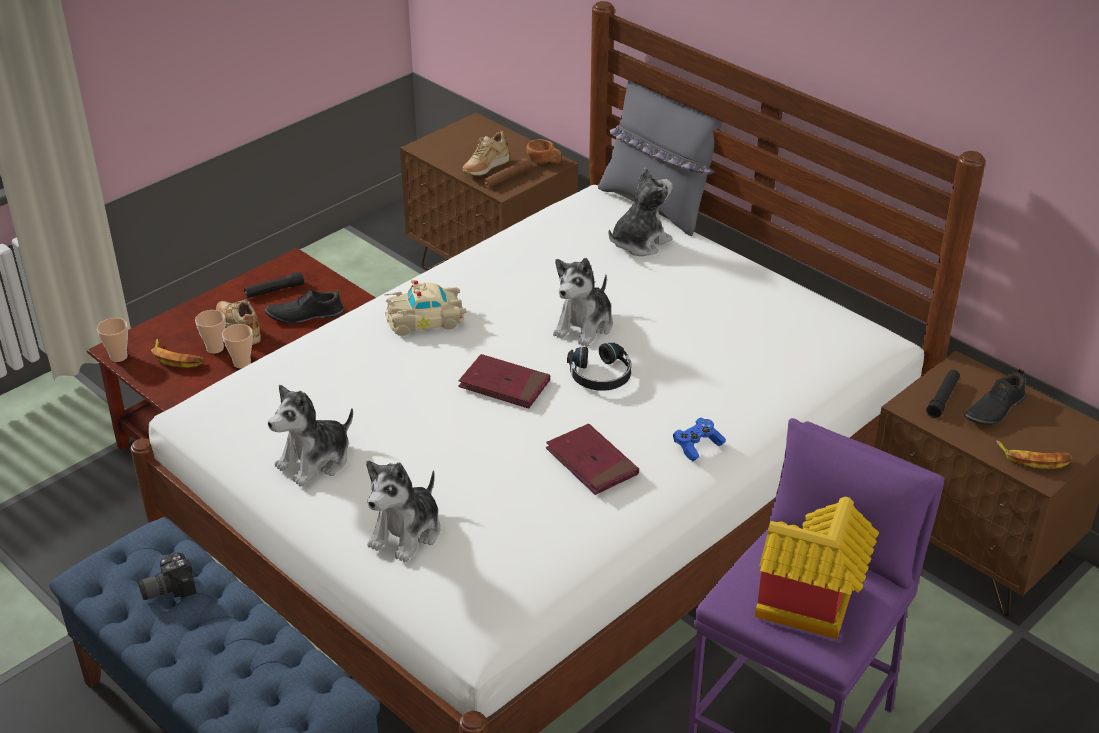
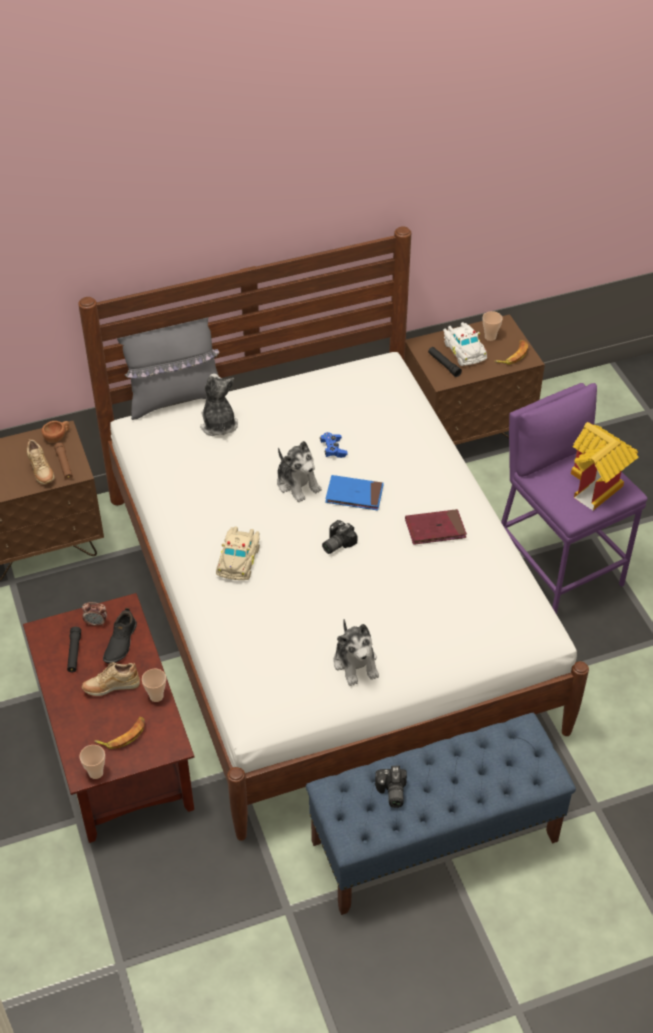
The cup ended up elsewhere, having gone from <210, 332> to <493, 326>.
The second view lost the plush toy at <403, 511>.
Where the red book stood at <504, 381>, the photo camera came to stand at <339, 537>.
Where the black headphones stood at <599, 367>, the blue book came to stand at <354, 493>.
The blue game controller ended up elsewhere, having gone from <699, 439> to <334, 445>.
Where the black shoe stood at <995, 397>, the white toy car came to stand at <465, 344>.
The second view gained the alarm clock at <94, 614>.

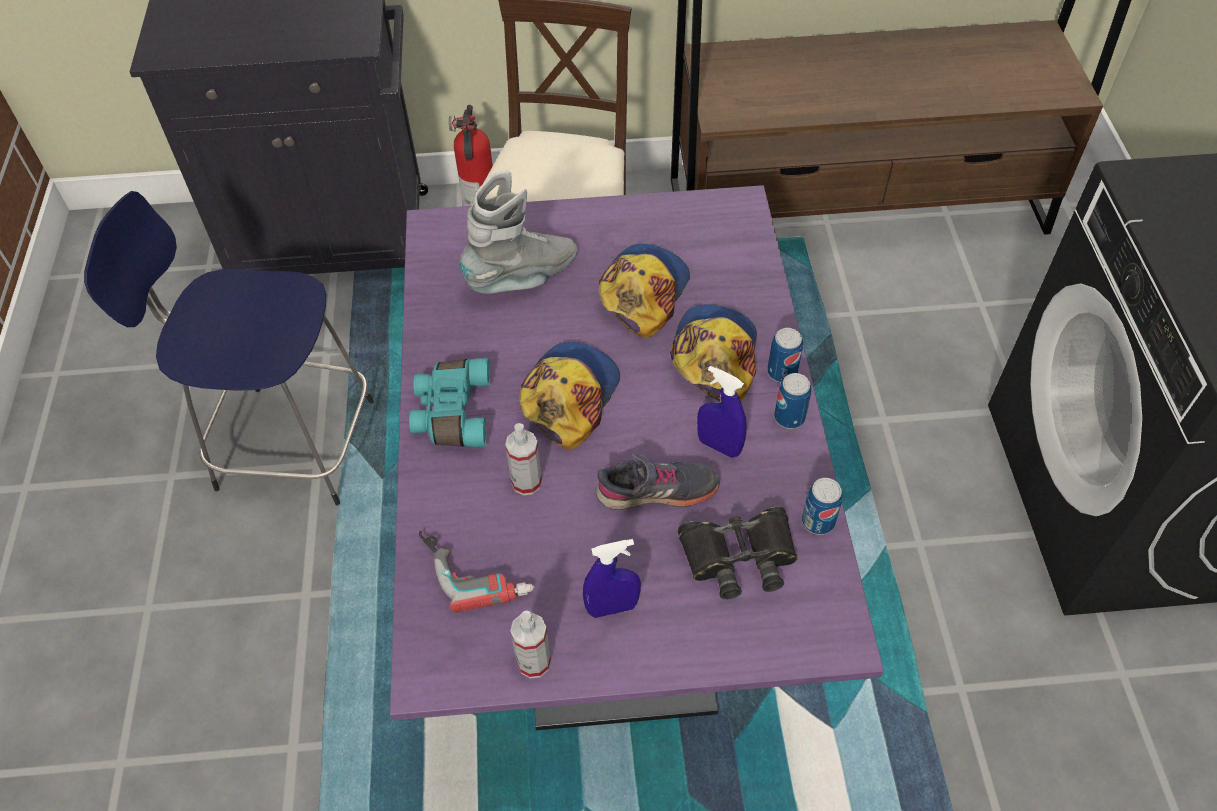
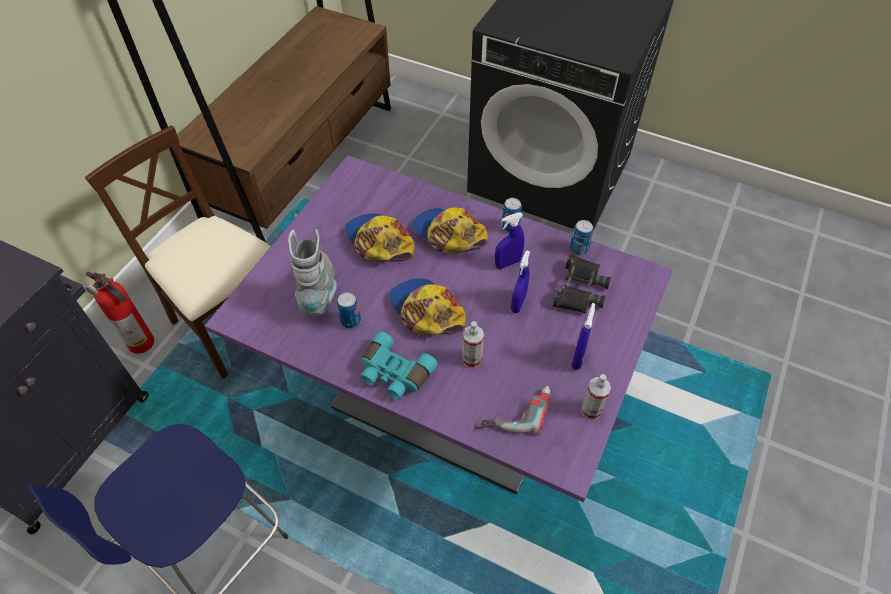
Where the grey shoe stood at <658, 482>, the blue spray bottle came to stand at <520, 281>.
The can ended up elsewhere, having gone from <785, 355> to <349, 310>.

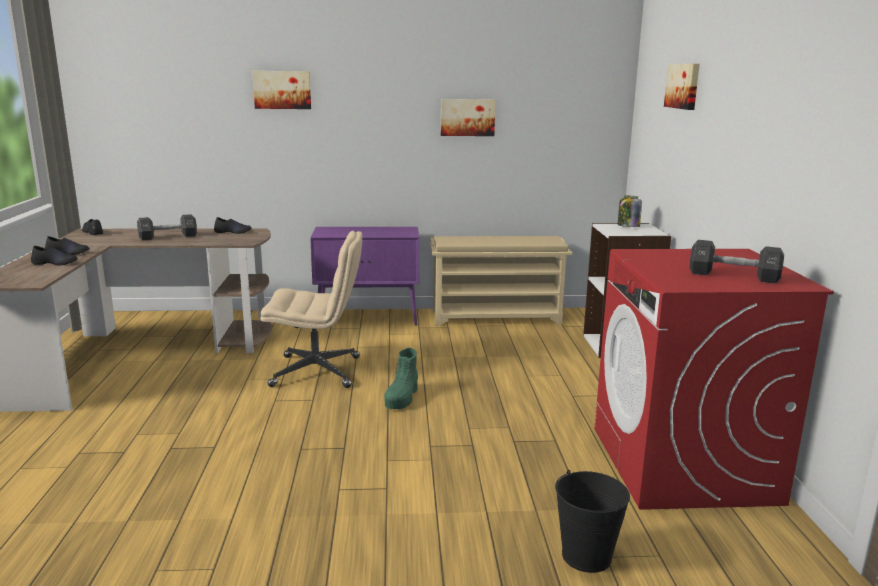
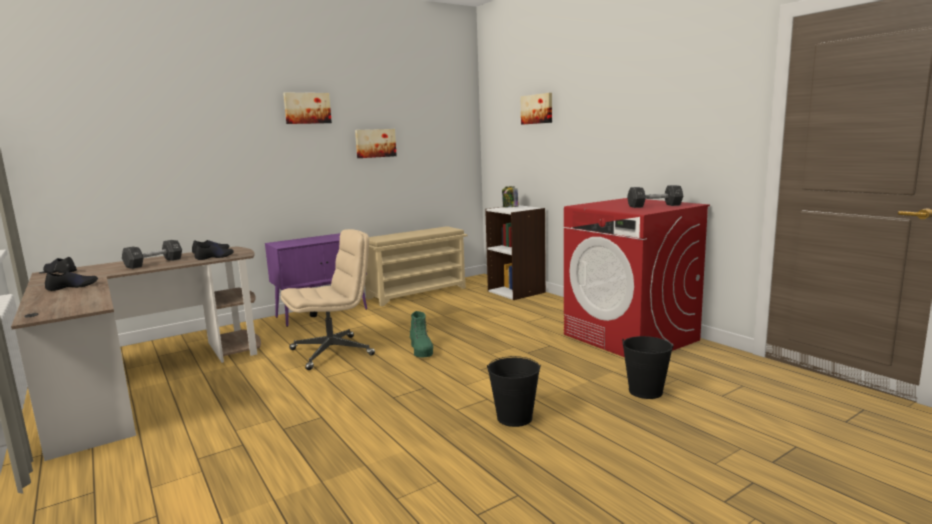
The black shoe ended up elsewhere, having gone from <54, 255> to <214, 252>.
The picture ended up elsewhere, having gone from <281, 90> to <307, 108>.
The second view gained the black bucket at <514, 391>.

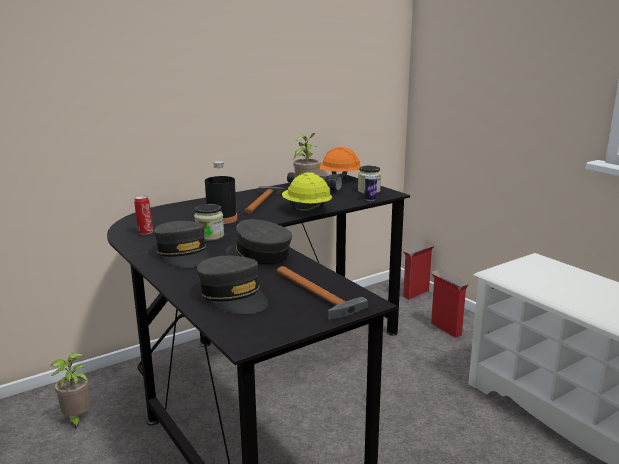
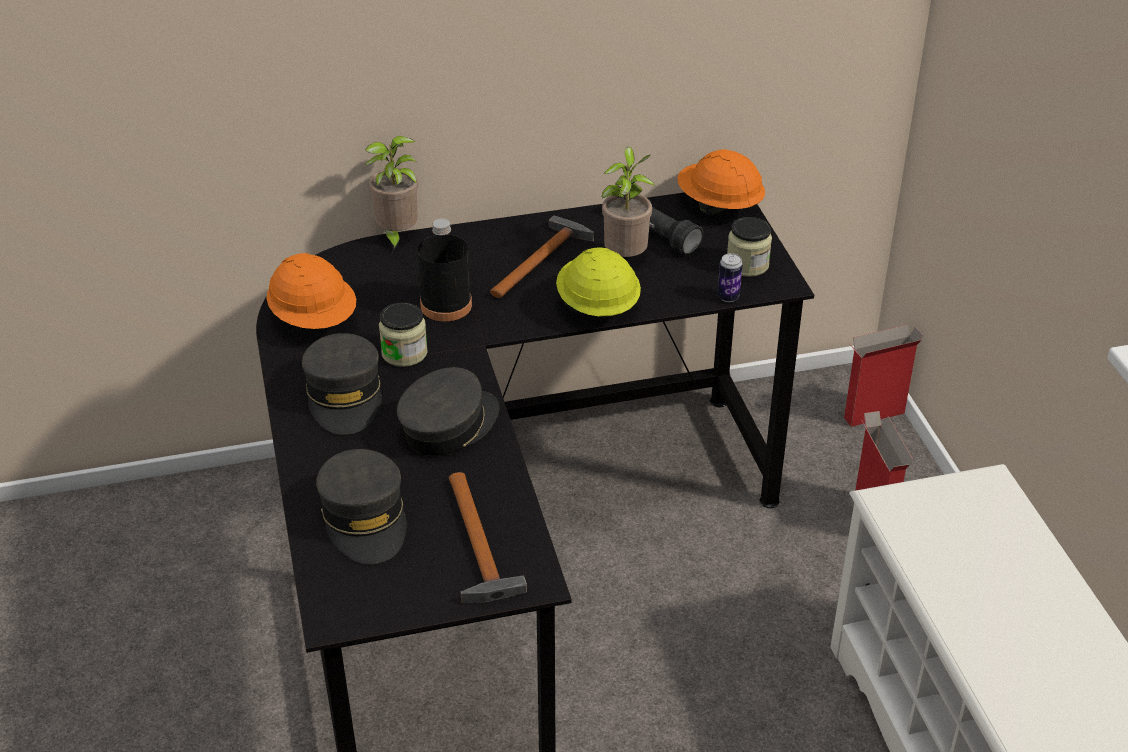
The potted plant ended up elsewhere, having gone from <70, 391> to <391, 194>.
Where the can stood at <143, 215>, the orange hard hat came to stand at <311, 291>.
The grey cap at <258, 242> ended up facing another way, 75 degrees clockwise from before.

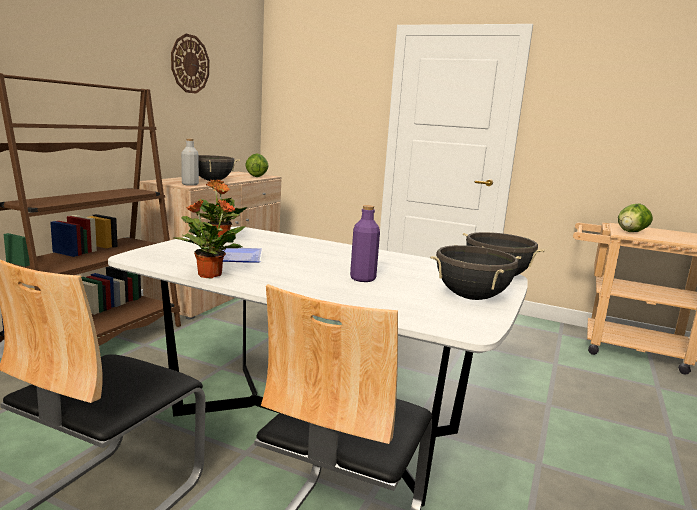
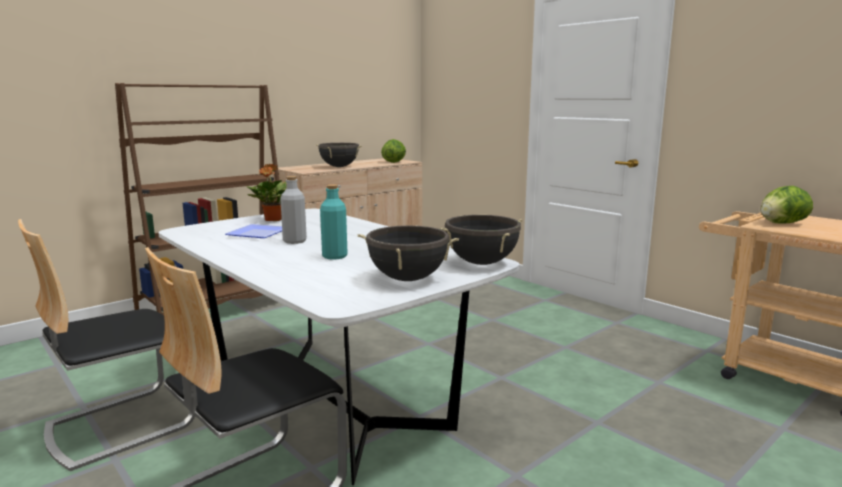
The second view lost the wall clock at <190, 63>.
The second view lost the potted plant at <209, 238>.
The grey bottle ended up elsewhere, having gone from <190, 162> to <293, 210>.
What was the purple bottle at <365, 243> turned into the turquoise bottle at <334, 222>.

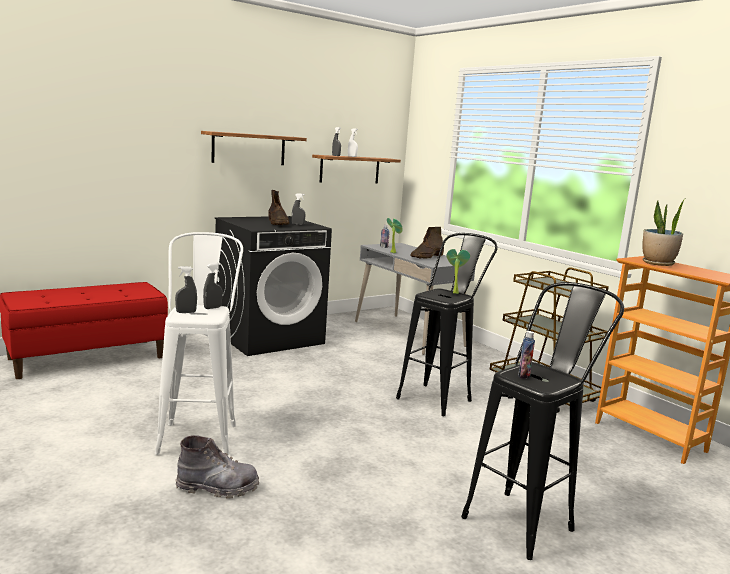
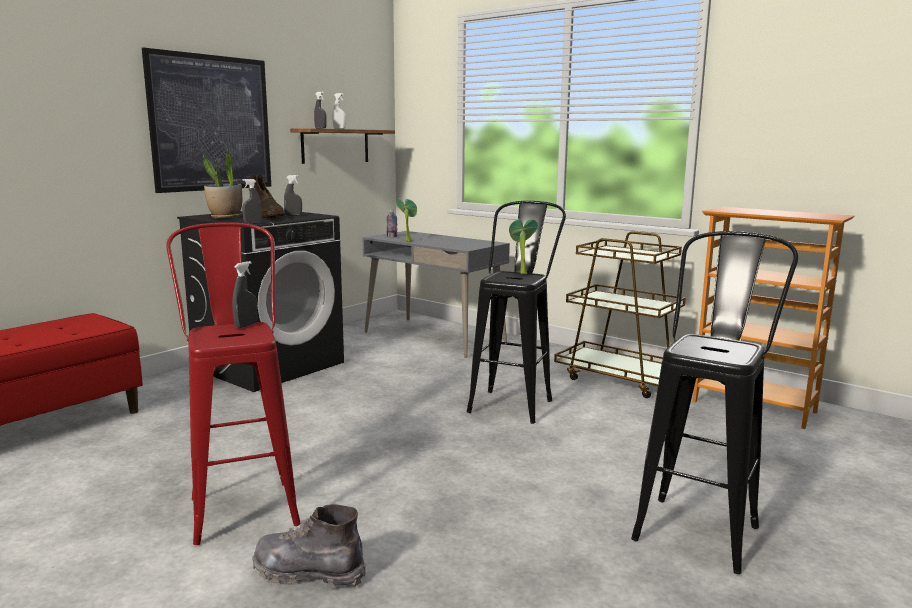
What was the white stool at <199, 344> turned into the red stool at <233, 383>.
The grey spray bottle ended up elsewhere, having gone from <186, 289> to <252, 201>.
The grey boot at <217, 467> ended up facing another way, 150 degrees counterclockwise from before.
Where the shelf hung at <254, 148>, the picture came to hang at <206, 120>.
The second view lost the brown boot at <427, 243>.
The second view lost the bottle at <526, 355>.
The potted plant ended up elsewhere, having gone from <664, 232> to <222, 184>.

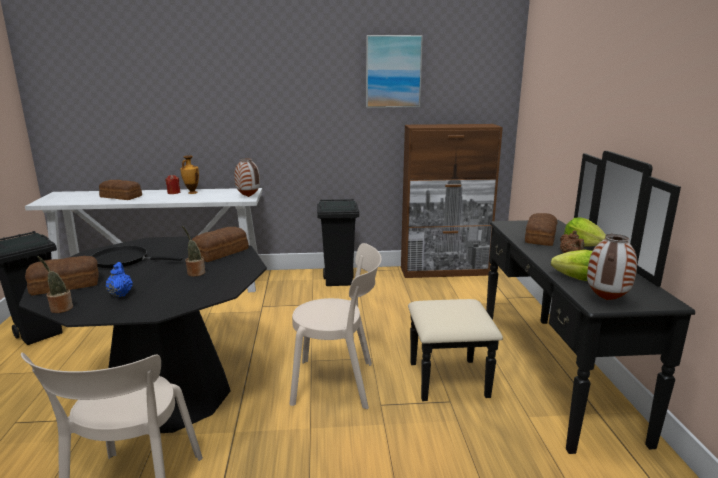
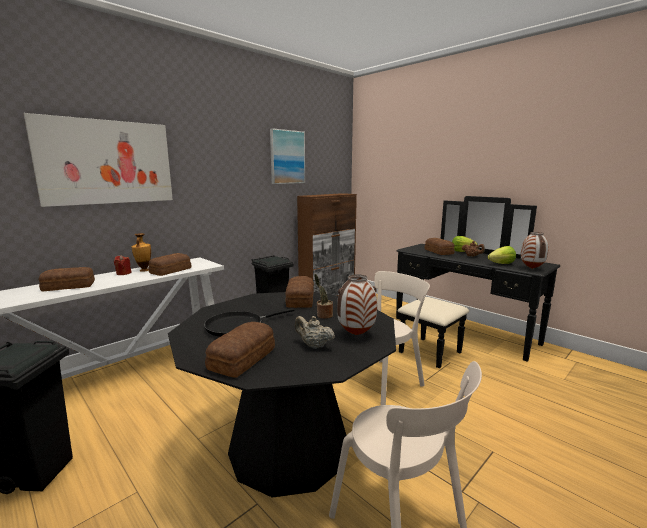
The second view lost the potted plant at <55, 284>.
What was the blue teapot at <119, 279> turned into the beige teapot at <315, 332>.
The vase ended up elsewhere, having gone from <247, 177> to <357, 304>.
The second view gained the picture at <98, 160>.
The second view gained the bread at <169, 264>.

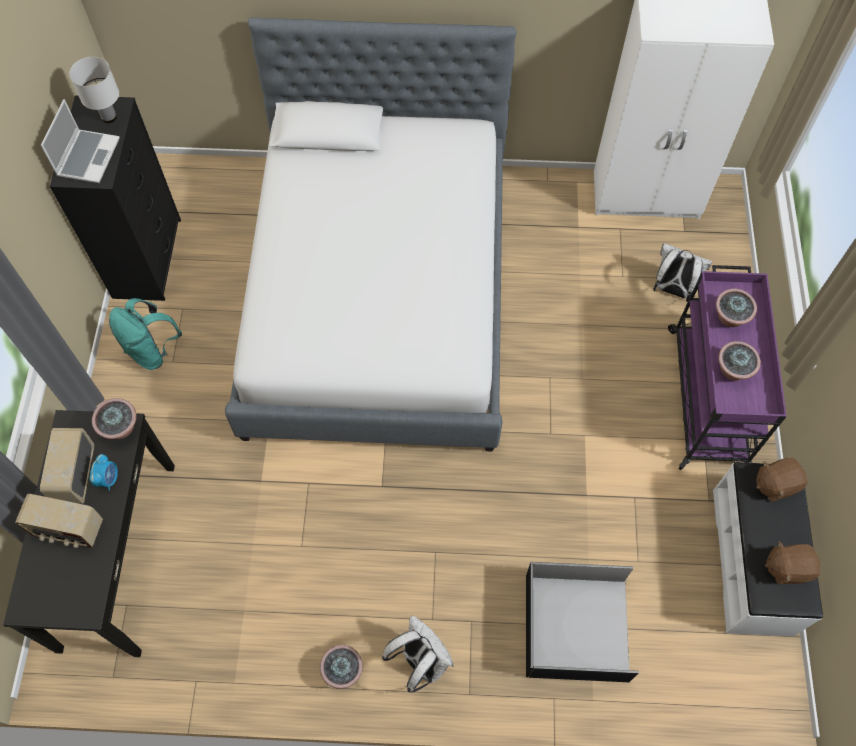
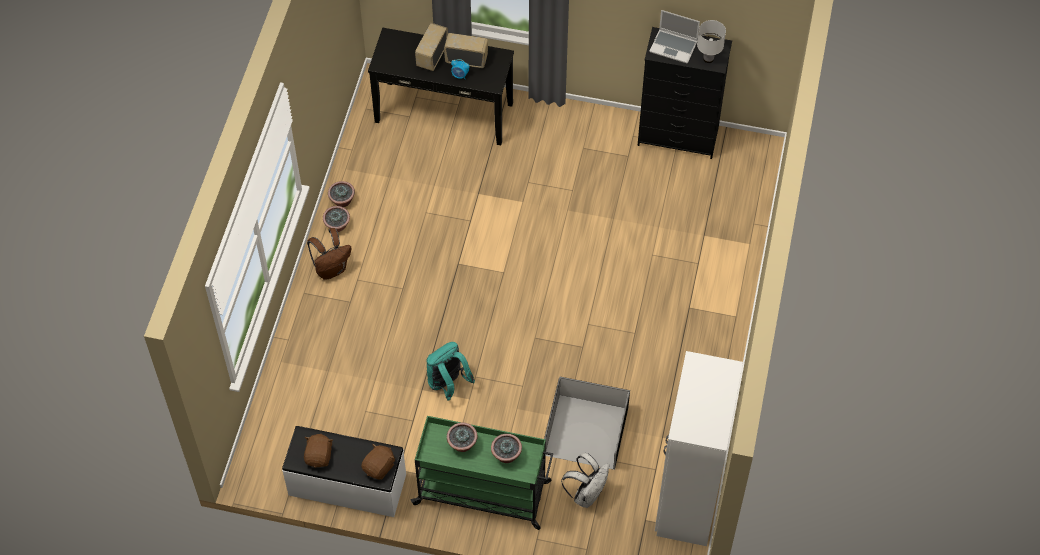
The potted plant ended up elsewhere, having gone from <114, 418> to <341, 194>.
The turquoise backpack ended up elsewhere, having gone from <145, 334> to <450, 371>.
The second view lost the bed at <371, 234>.
What was the white backpack at <418, 654> turned into the brown backpack at <329, 253>.
The black storage box ended up elsewhere, having gone from <582, 622> to <587, 423>.
What was the purple cart at <727, 367> turned into the green cart at <482, 473>.
The brown plush toy at <782, 480> ended up facing another way, 45 degrees clockwise from before.

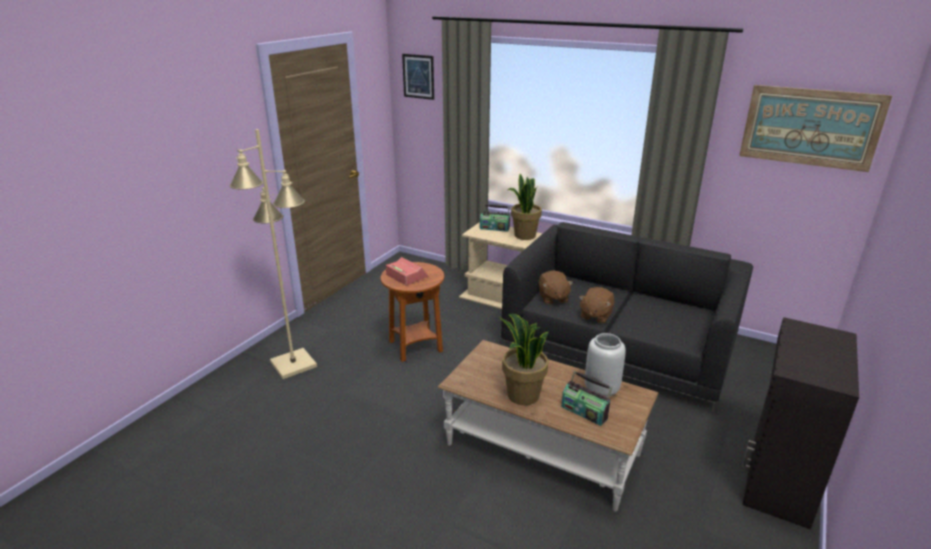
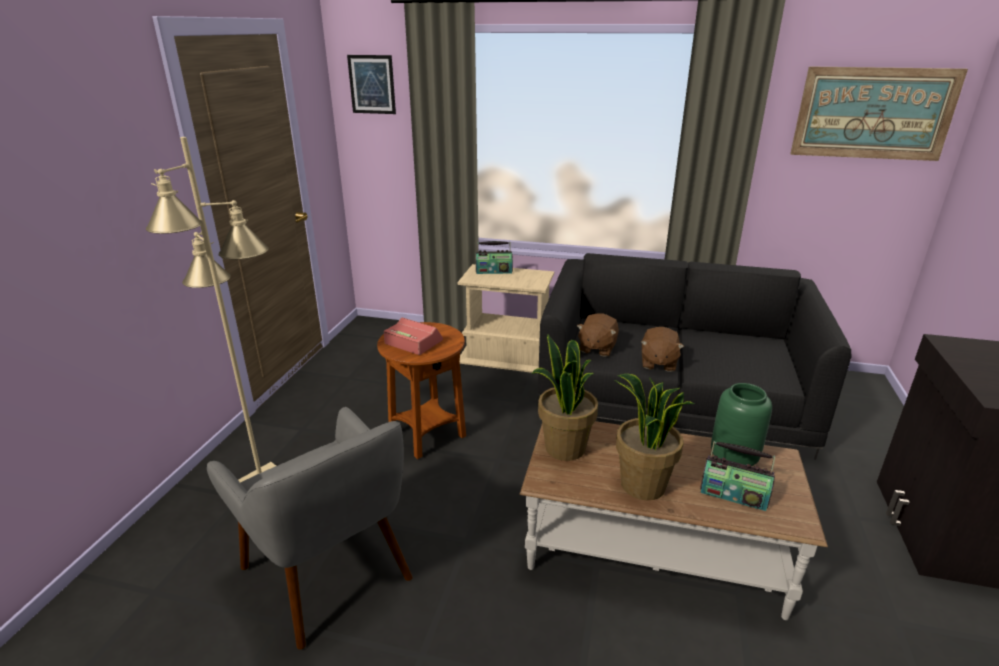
The potted plant ended up elsewhere, having gone from <525, 207> to <564, 397>.
The brown plush toy at <556, 287> ended up facing another way, 45 degrees clockwise from before.
What was the grey vase at <605, 365> turned into the green vase at <741, 424>.
The second view gained the grey armchair at <310, 528>.

